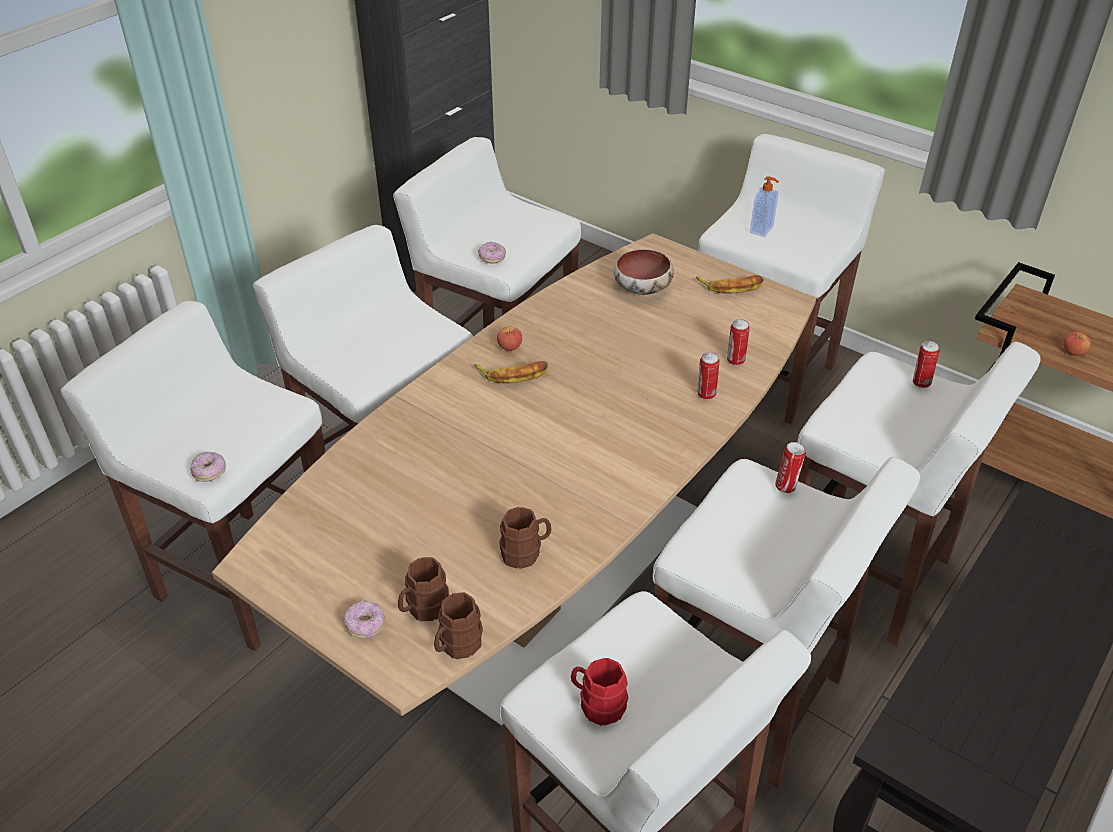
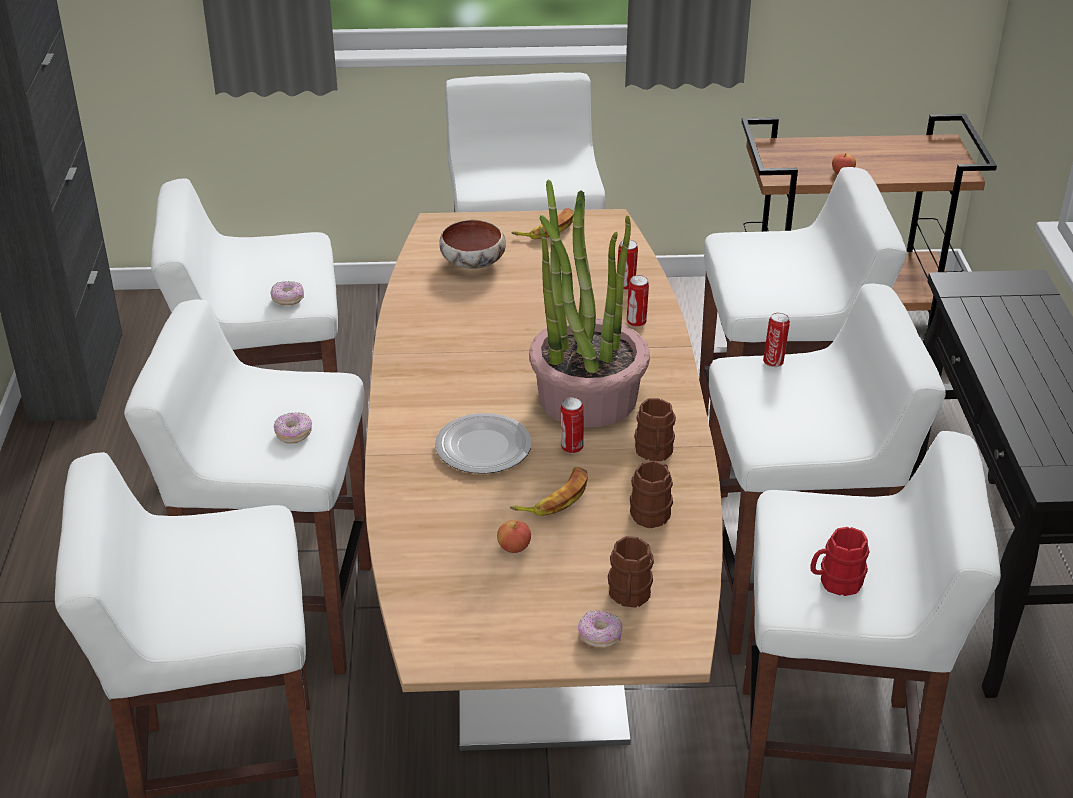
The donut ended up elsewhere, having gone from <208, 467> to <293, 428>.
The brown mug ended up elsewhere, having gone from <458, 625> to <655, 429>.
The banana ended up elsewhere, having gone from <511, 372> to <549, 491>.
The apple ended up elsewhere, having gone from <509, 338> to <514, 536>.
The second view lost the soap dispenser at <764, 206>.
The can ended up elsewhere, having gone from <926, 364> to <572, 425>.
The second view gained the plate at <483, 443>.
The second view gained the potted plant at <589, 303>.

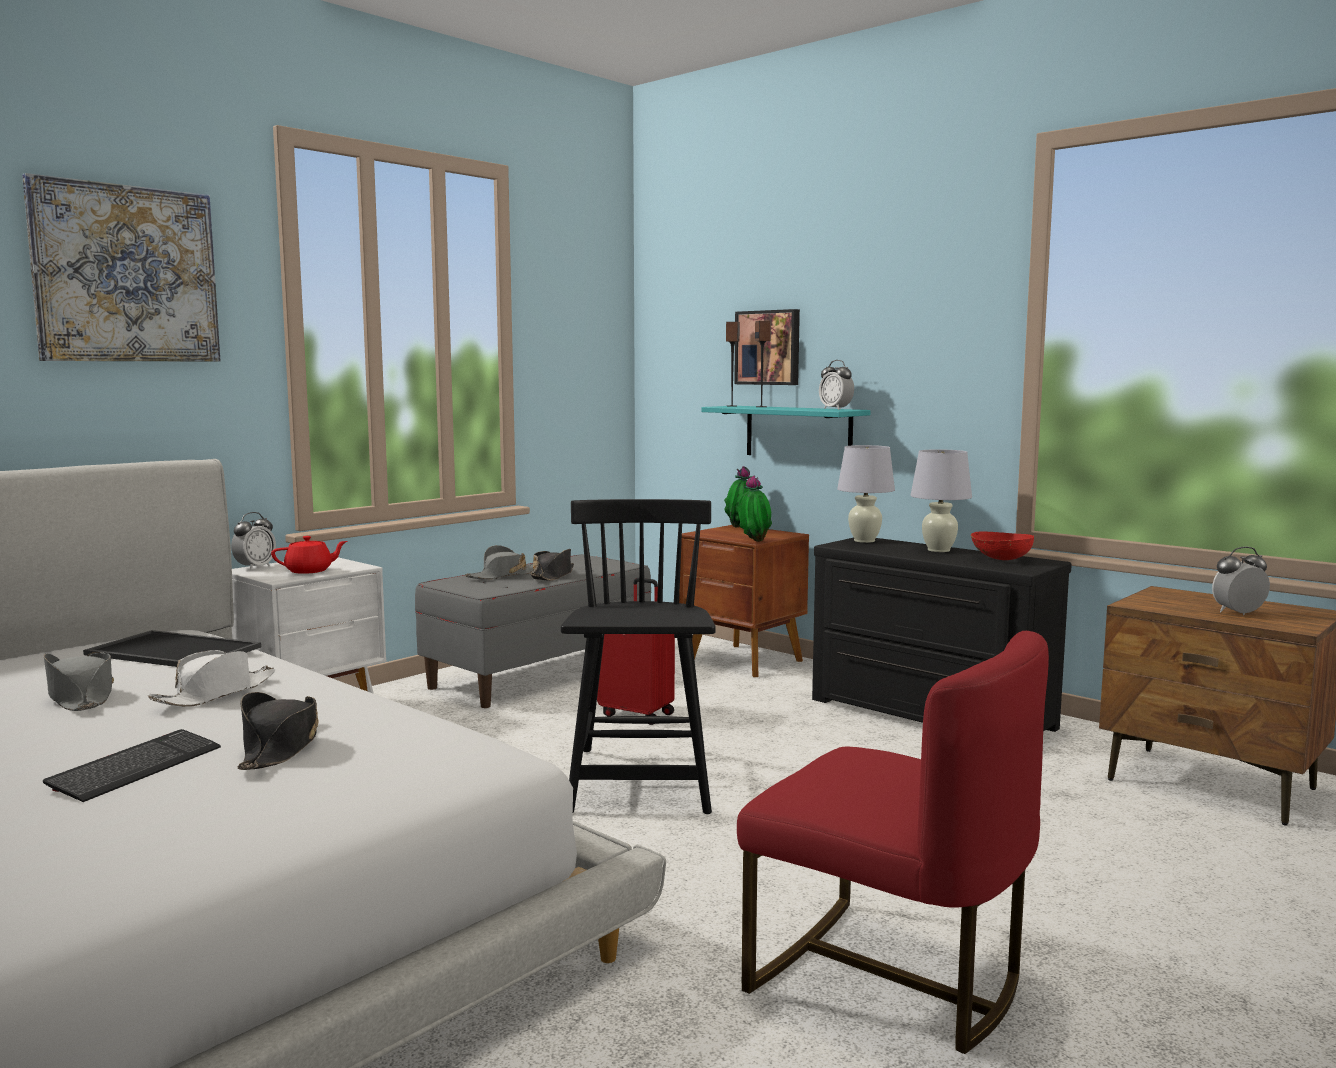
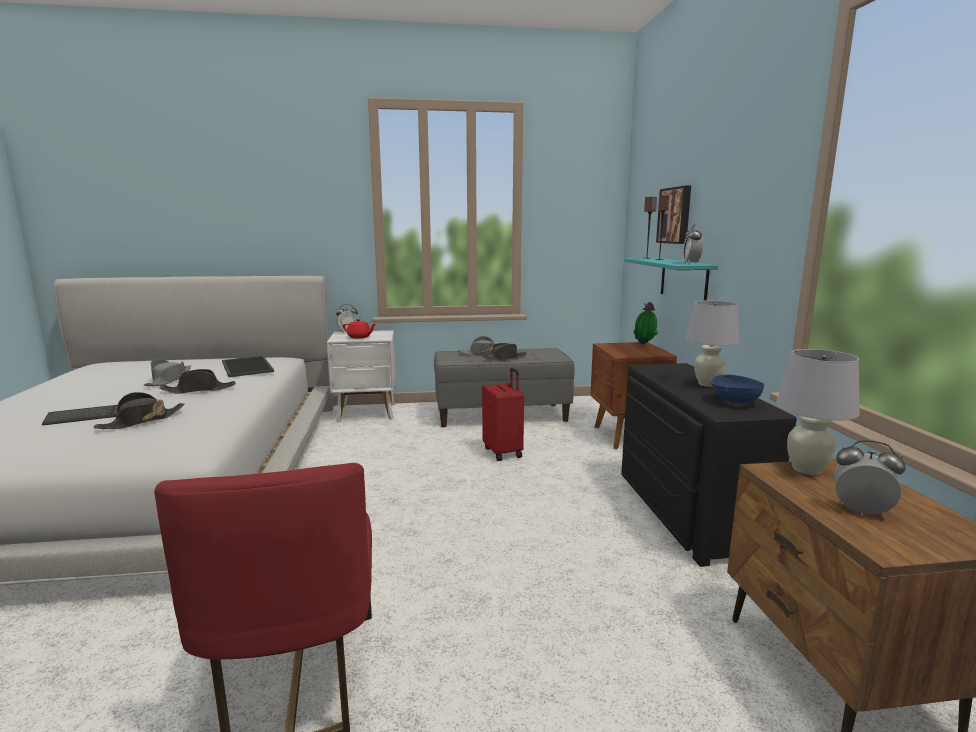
The second view lost the picture at <121, 267>.
What was the white hat at <211, 678> turned into the black hat at <197, 381>.
The second view lost the black chair at <638, 656>.
The second view lost the potted plant at <755, 509>.
The white table lamp ended up elsewhere, having gone from <866, 494> to <818, 412>.
What was the red bowl at <1002, 546> turned into the blue bowl at <737, 389>.

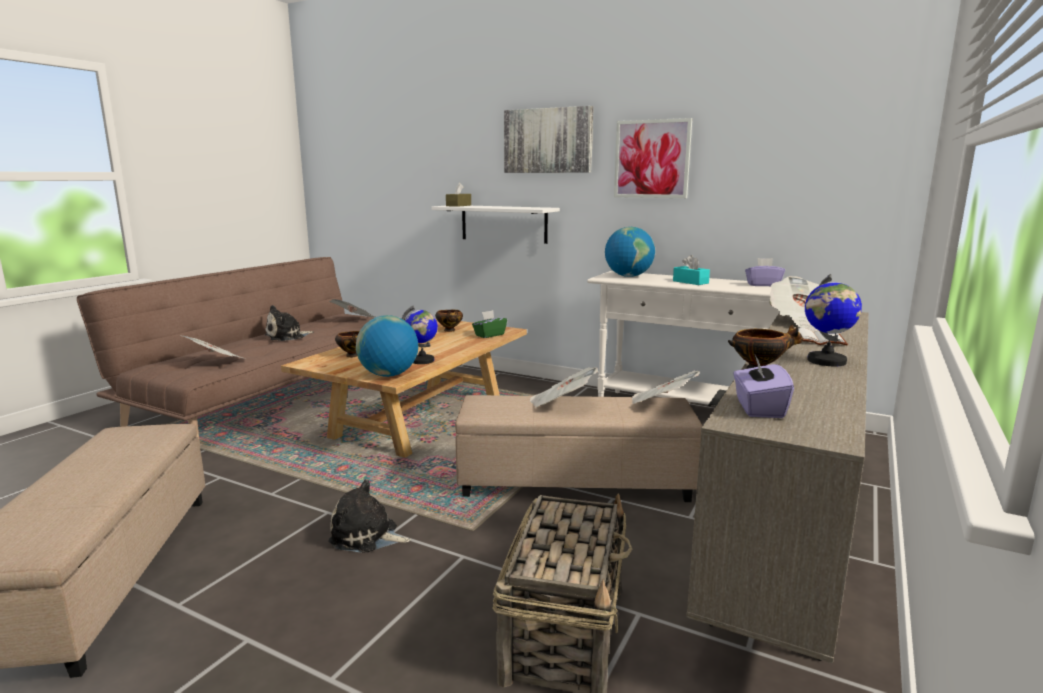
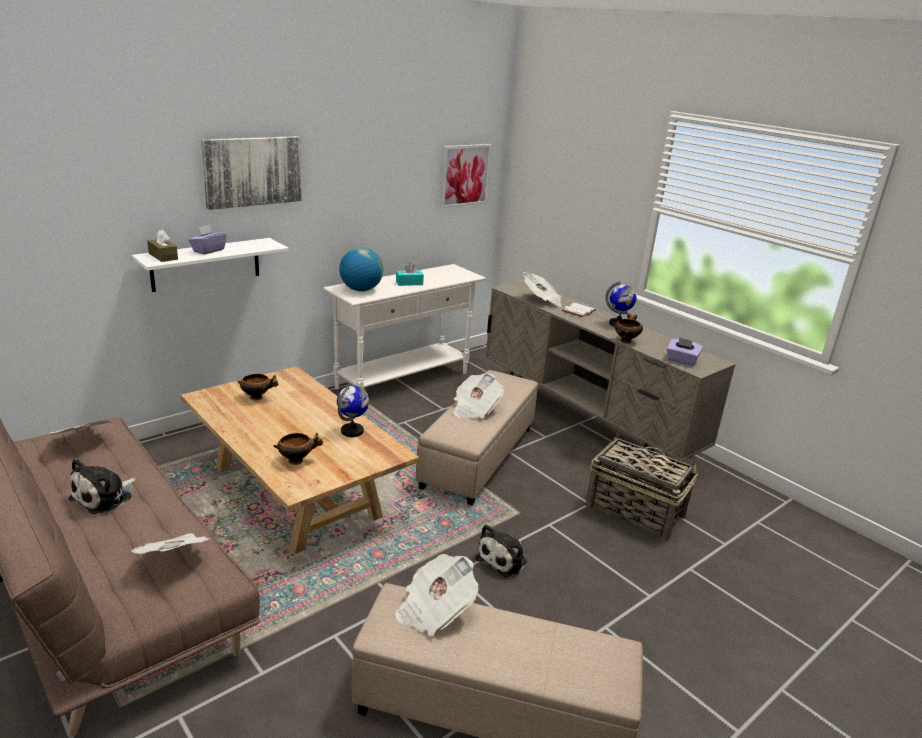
The plush toy at <289, 323> ended up facing another way, 45 degrees clockwise from before.
The second view lost the globe at <387, 346>.
The second view lost the green tissue box at <489, 324>.
The picture ended up elsewhere, having gone from <653, 158> to <466, 176>.
The newspaper ended up elsewhere, having gone from <665, 387> to <437, 595>.
The purple tissue box ended up elsewhere, having gone from <765, 272> to <207, 240>.

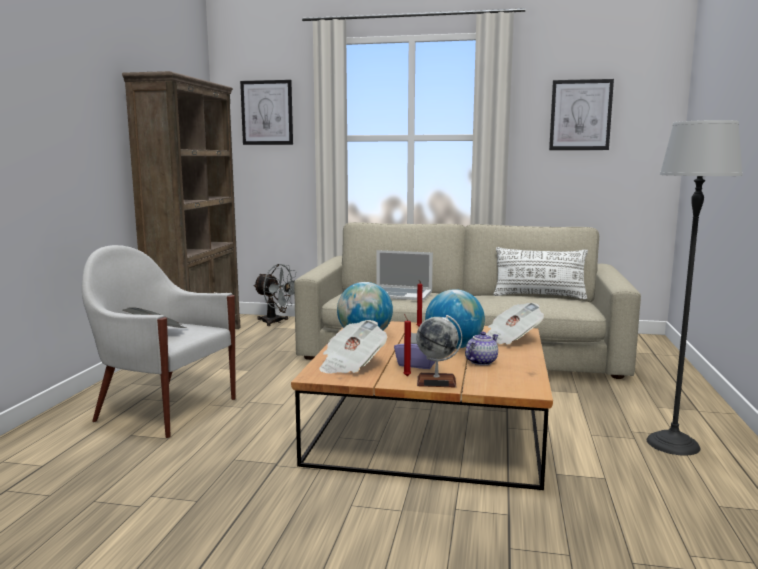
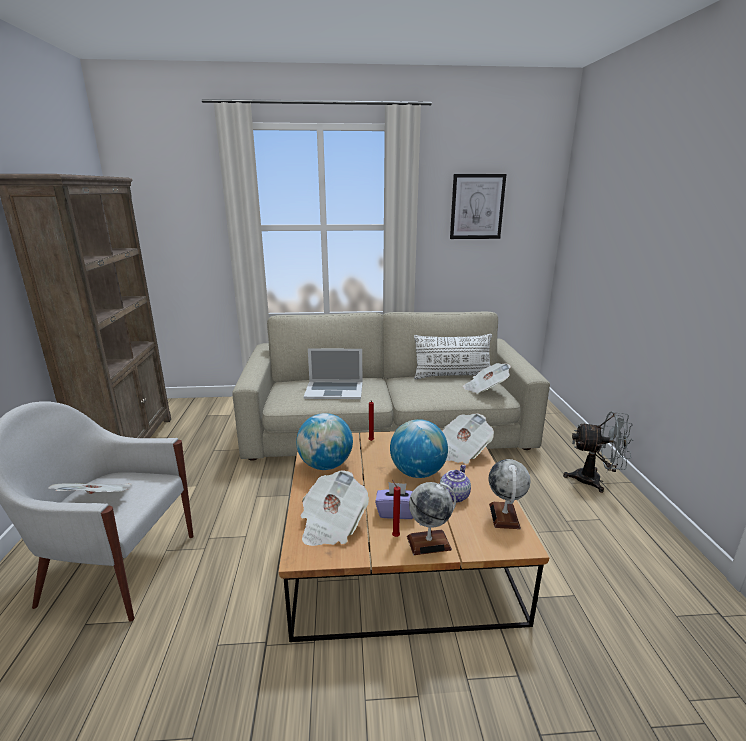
The second view lost the picture at <266, 112>.
The grey fan ended up elsewhere, having gone from <275, 295> to <598, 452>.
The second view lost the floor lamp at <695, 288>.
The second view gained the newspaper at <487, 378>.
The second view gained the globe at <510, 494>.

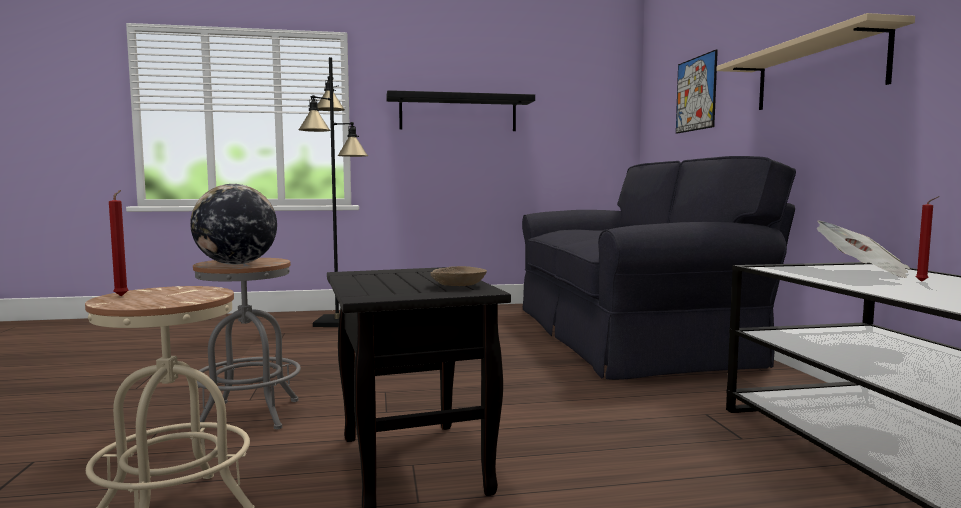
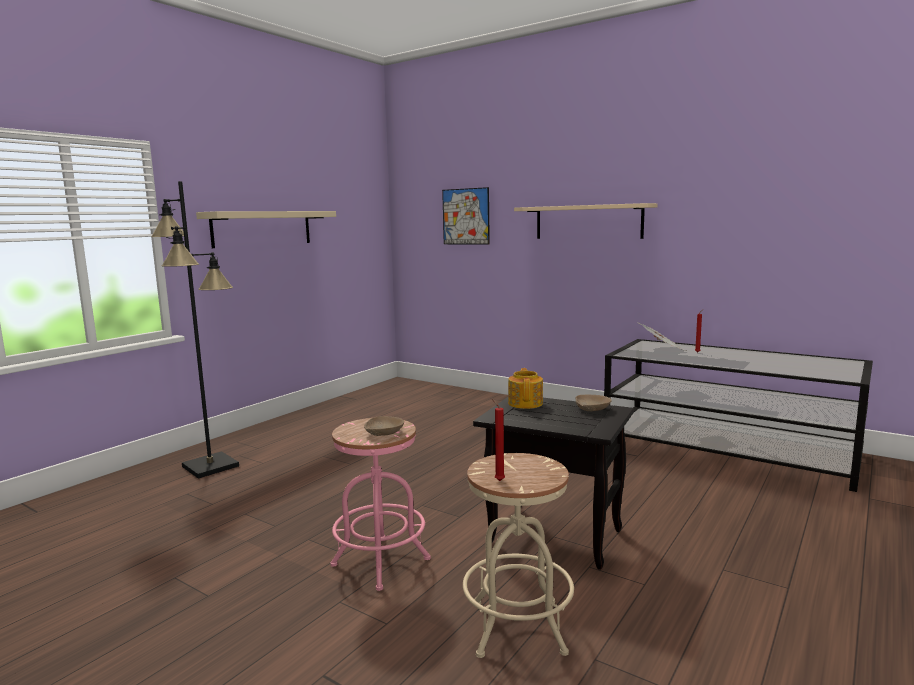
Where the globe stood at <233, 224>, the beige bowl came to stand at <384, 426>.
What was the grey stool at <247, 344> turned into the pink stool at <380, 504>.
What was the black shelf at <460, 110> turned into the beige shelf at <266, 229>.
The second view lost the black sofa at <659, 268>.
The second view gained the teapot at <525, 388>.

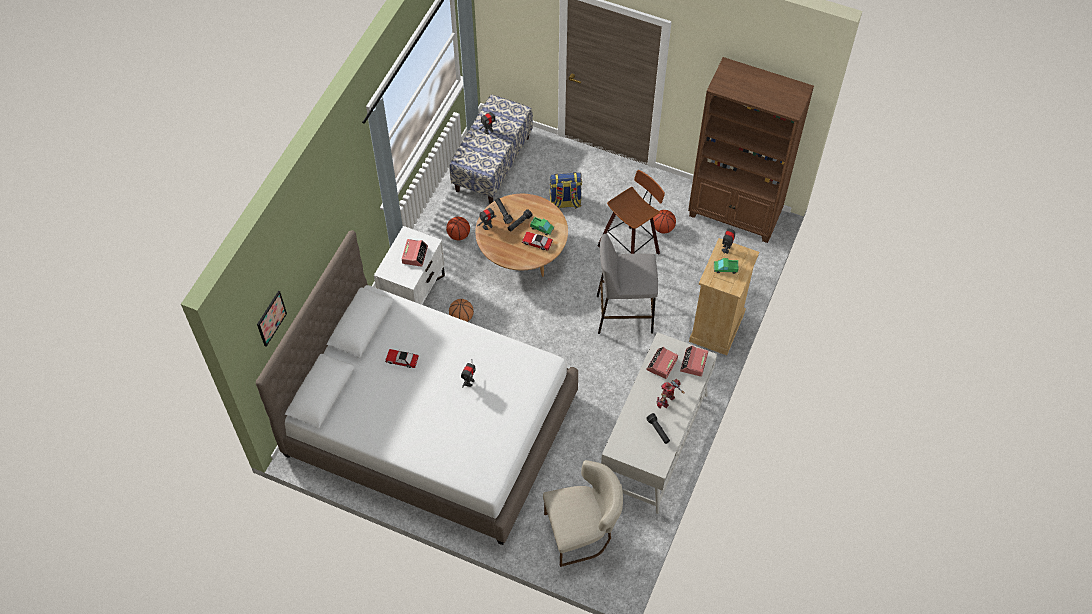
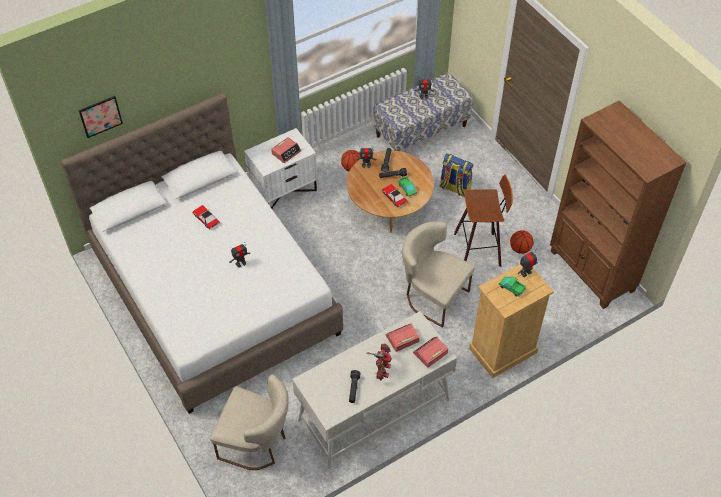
The second view lost the basketball at <461, 310>.
Where the grey stool stood at <627, 284>, the beige chair came to stand at <438, 275>.
The toy robot at <670, 394> ended up facing another way, 120 degrees clockwise from before.

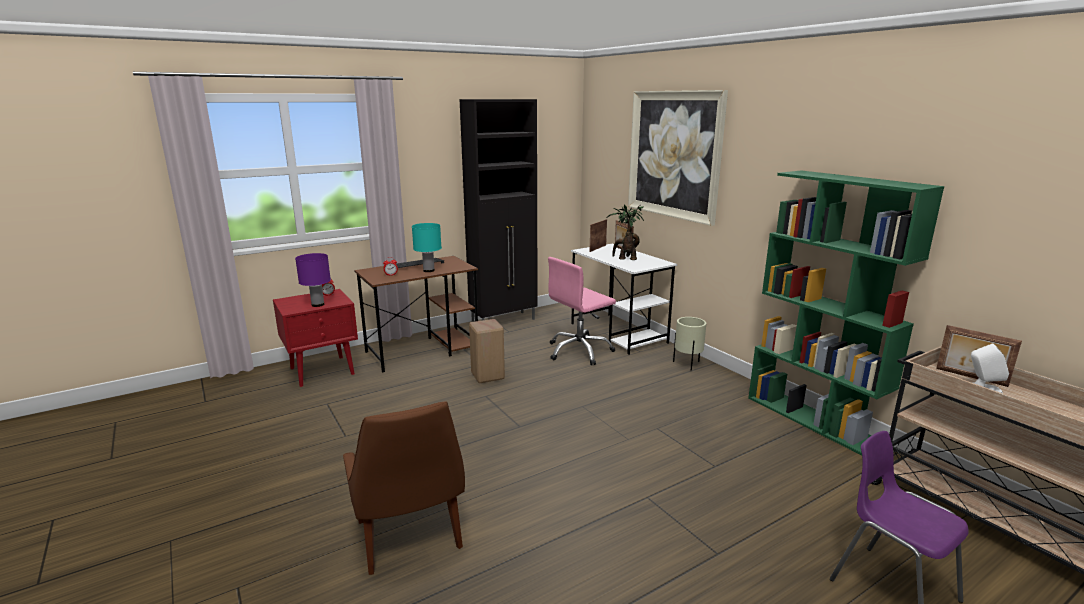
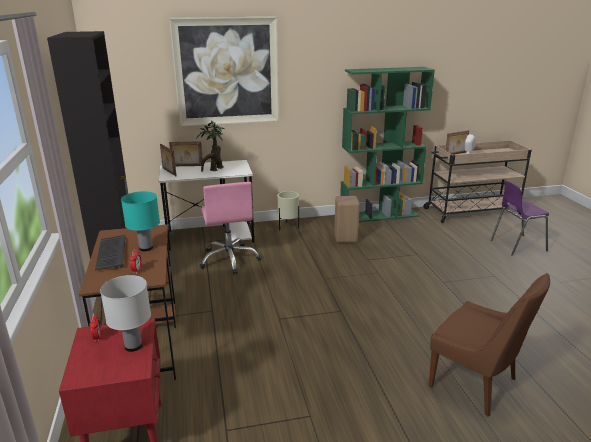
What was the purple table lamp at <313, 280> turned into the white table lamp at <125, 313>.
The brown chair at <404, 488> ended up facing another way, 45 degrees clockwise from before.
The beige stool ended up elsewhere, having gone from <487, 351> to <347, 219>.

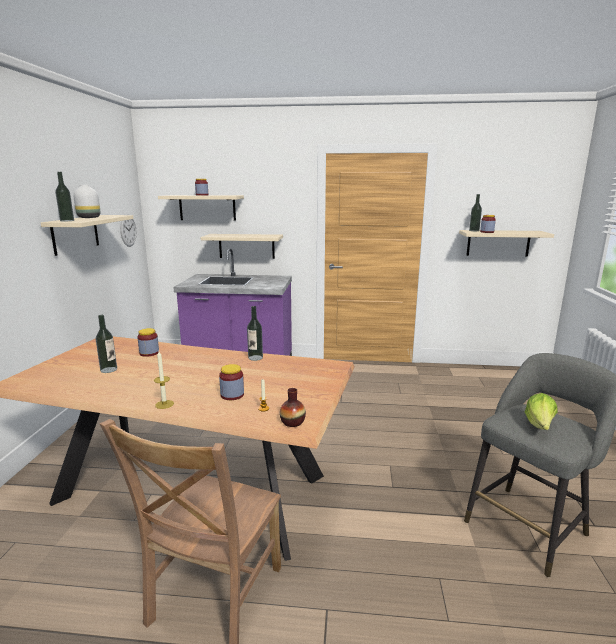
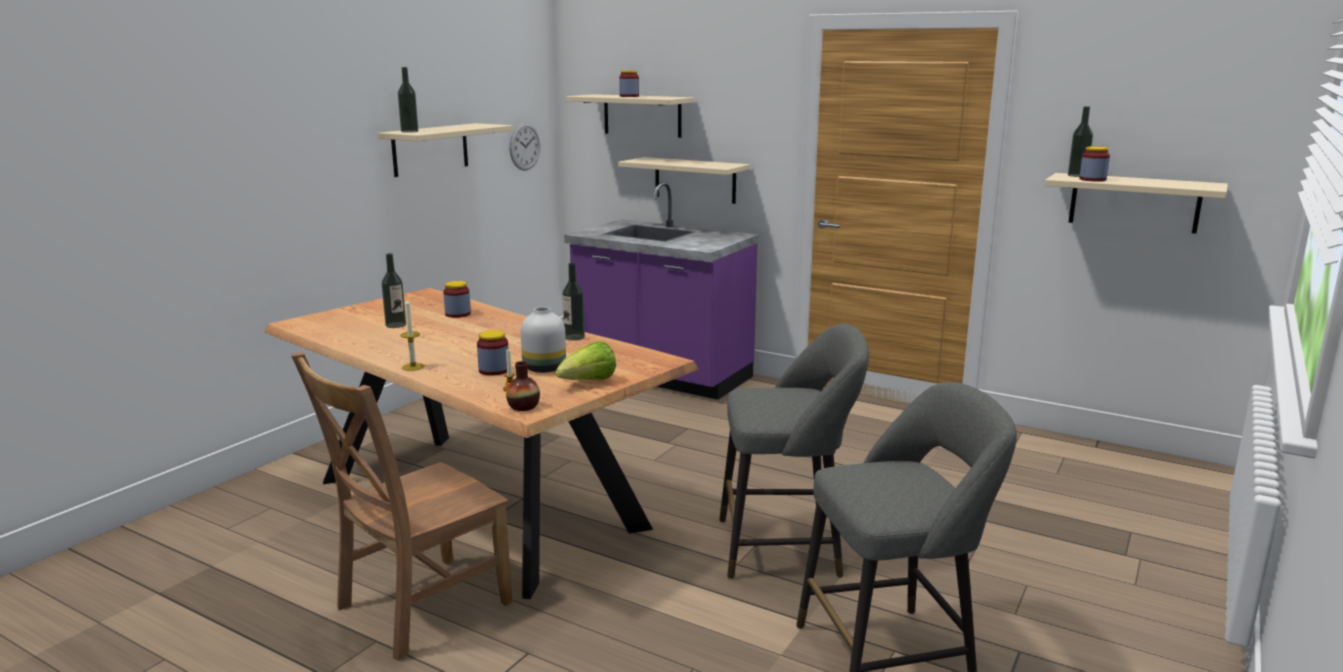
The white vase ended up elsewhere, having gone from <86, 201> to <543, 340>.
The lettuce ended up elsewhere, having gone from <541, 411> to <586, 360>.
The second view gained the grey stool at <794, 451>.

